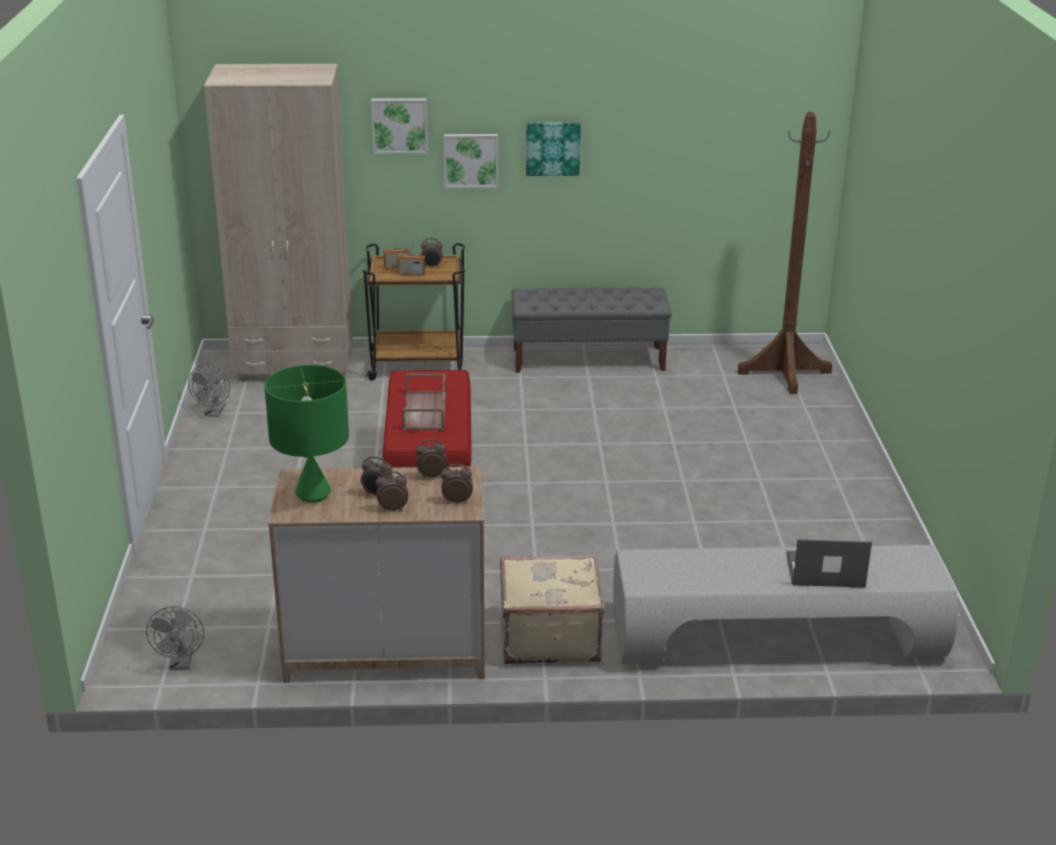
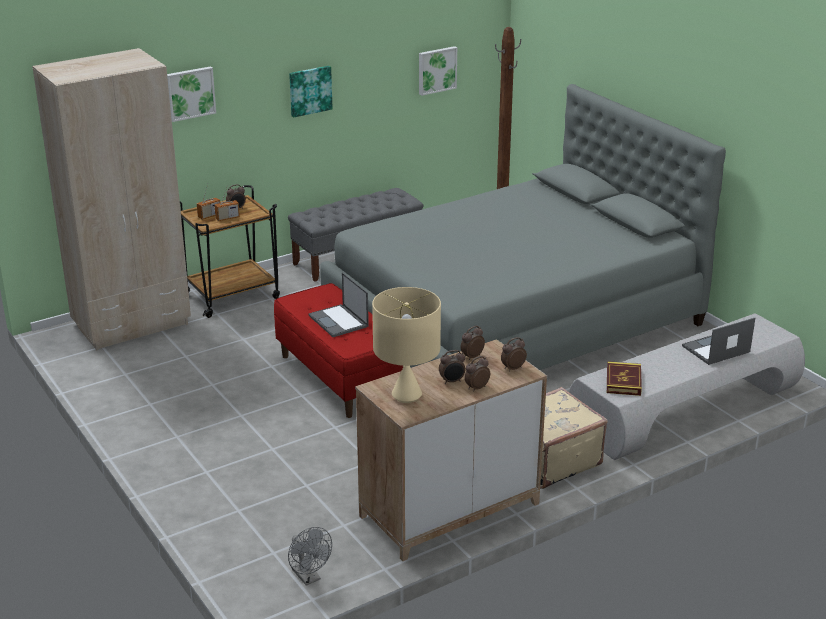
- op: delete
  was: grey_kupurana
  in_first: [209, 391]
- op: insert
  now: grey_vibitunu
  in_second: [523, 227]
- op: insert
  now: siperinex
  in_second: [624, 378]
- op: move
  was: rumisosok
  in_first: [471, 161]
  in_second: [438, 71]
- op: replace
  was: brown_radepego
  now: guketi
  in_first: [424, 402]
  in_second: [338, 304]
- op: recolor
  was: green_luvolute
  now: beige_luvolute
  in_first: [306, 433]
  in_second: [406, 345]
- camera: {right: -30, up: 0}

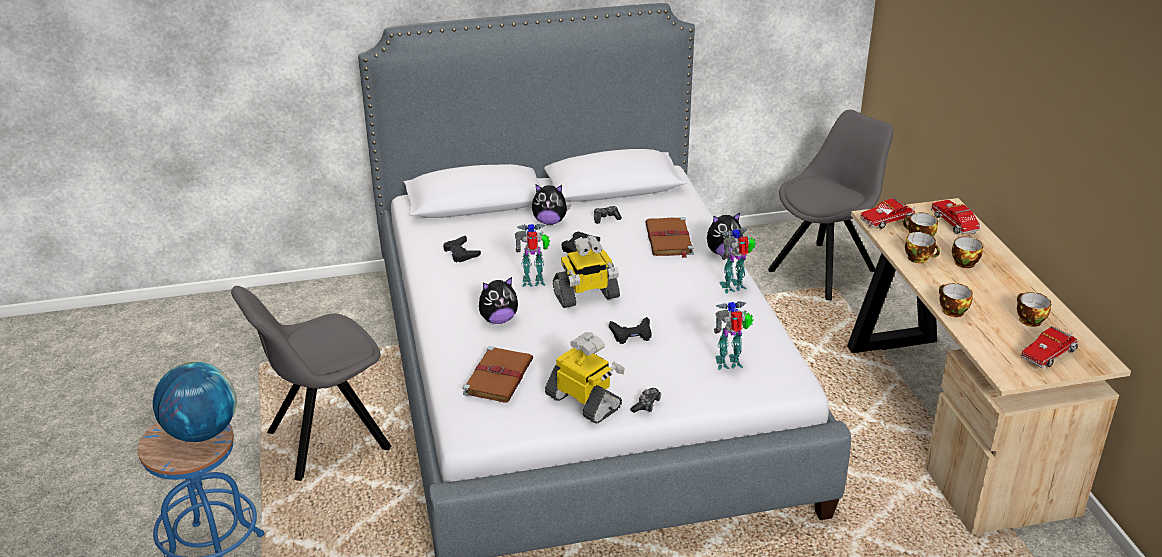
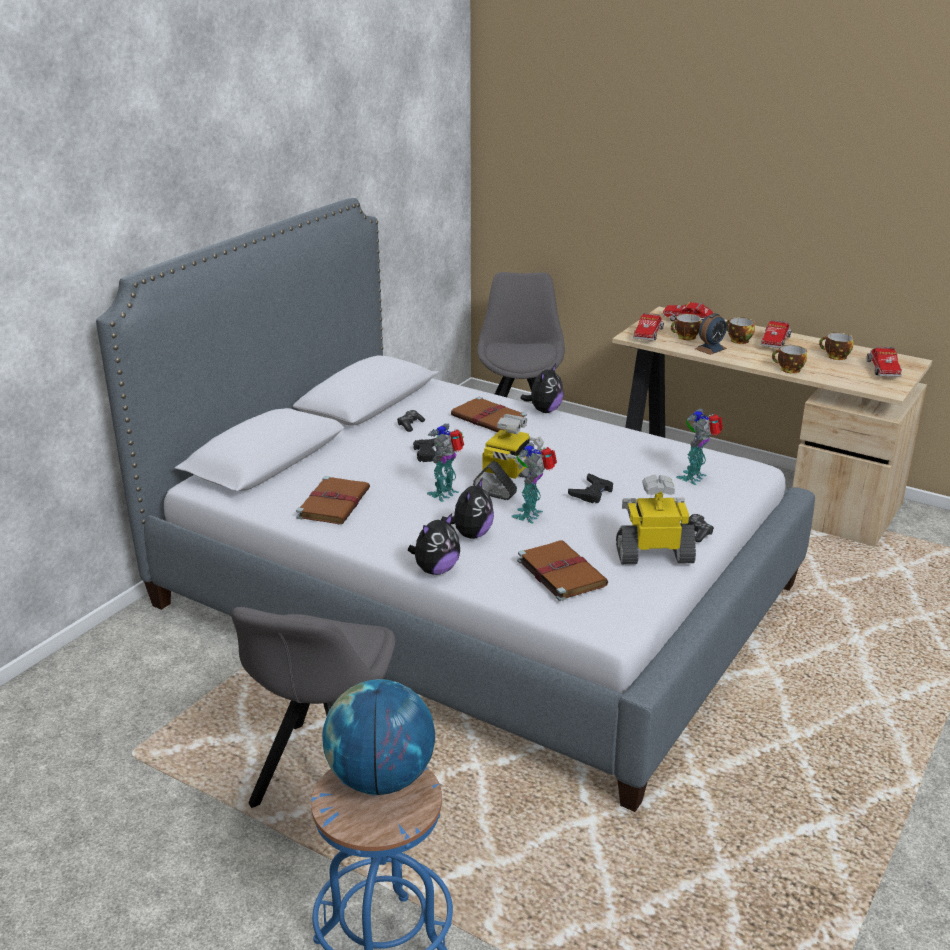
- op: insert
  now: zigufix
  in_second: [775, 334]
- op: move
  was: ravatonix
  in_first: [551, 204]
  in_second: [434, 544]
- op: move
  was: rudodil
  in_first: [738, 261]
  in_second: [534, 483]
- op: replace
  was: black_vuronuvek
  now: brown_siperinex
  in_first: [462, 249]
  in_second: [333, 500]
- op: replace
  was: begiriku
  now: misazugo
  in_first: [922, 248]
  in_second: [711, 334]
- camera: {right: -45, up: -5}

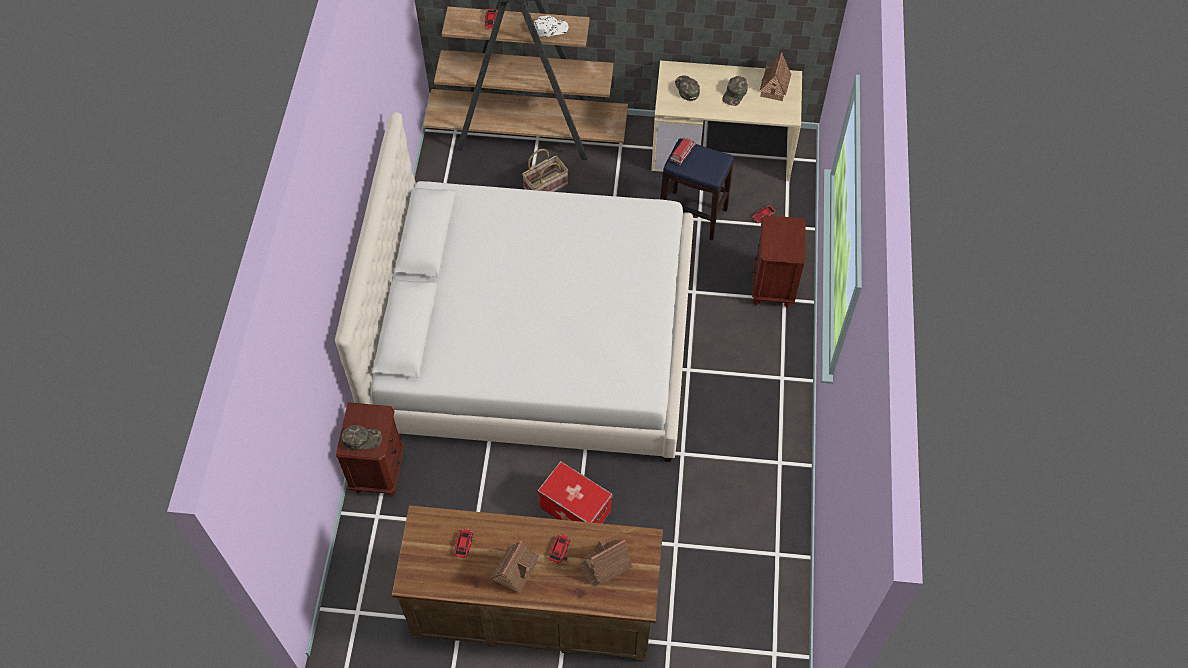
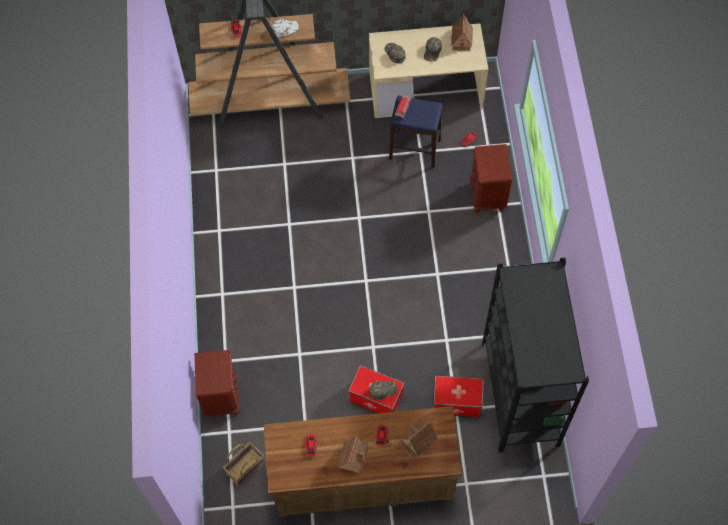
- op: delete
  was: white_vibitunu
  in_first: [514, 287]
- op: insert
  now: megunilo
  in_second: [458, 396]
- op: insert
  now: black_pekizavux
  in_second: [535, 355]
- op: move
  was: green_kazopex
  in_first: [361, 438]
  in_second: [383, 390]
- op: move
  was: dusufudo
  in_first: [545, 170]
  in_second: [244, 464]
- camera: {right: -10, up: 5}

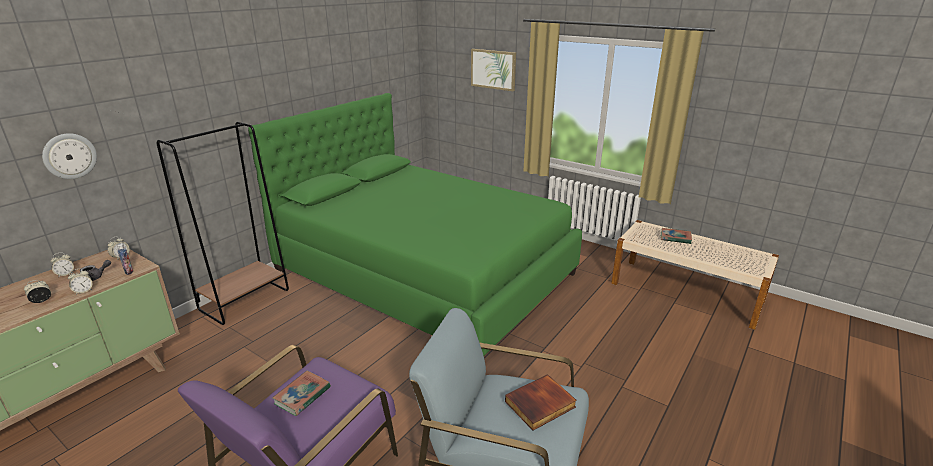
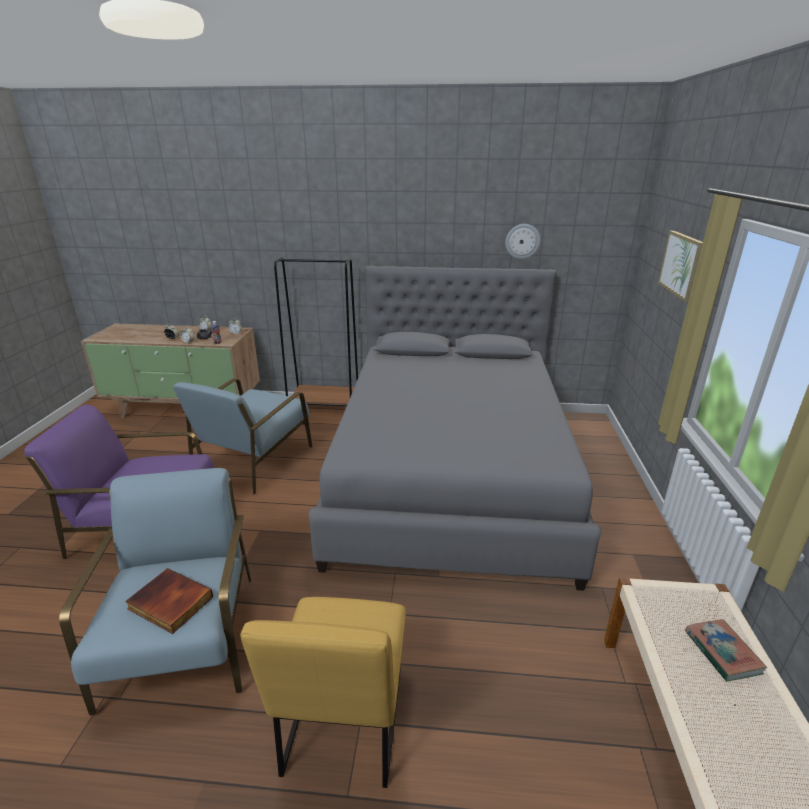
- op: delete
  was: siperinex
  in_first: [301, 393]
- op: insert
  now: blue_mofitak
  in_second: [242, 436]
- op: insert
  now: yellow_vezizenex
  in_second: [323, 692]
- op: move
  was: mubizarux
  in_first: [69, 156]
  in_second: [523, 241]
- op: recolor
  was: green_vibitunu
  now: grey_vibitunu
  in_first: [415, 224]
  in_second: [455, 428]
- camera: {right: 60, up: 0}

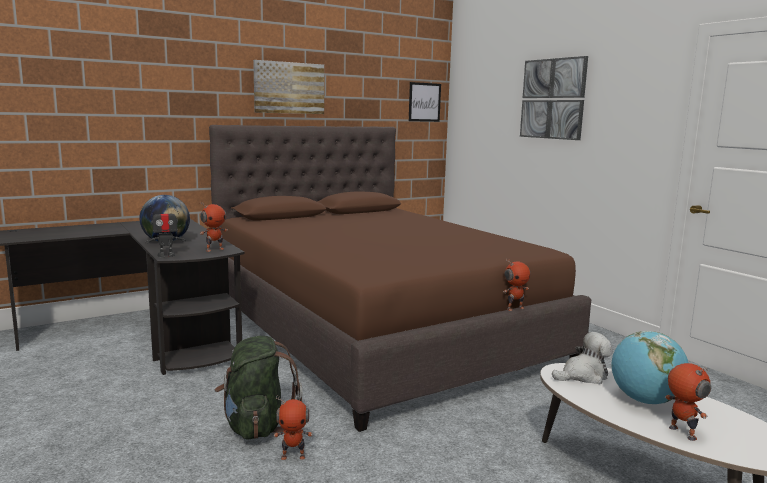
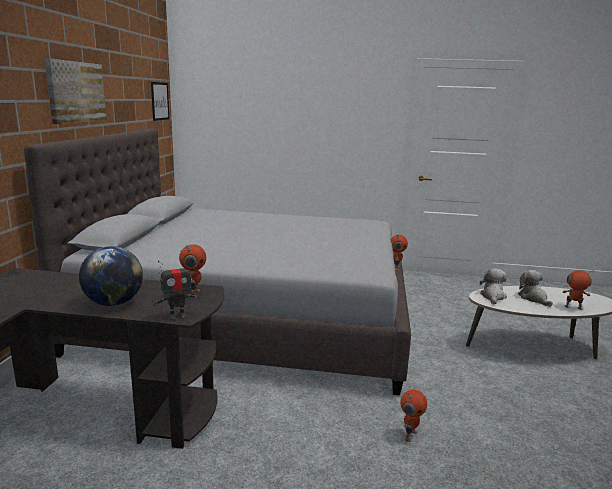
- op: delete
  was: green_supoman
  in_first: [258, 387]
- op: delete
  was: rumisosok
  in_first: [554, 98]
- op: replace
  was: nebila
  now: ravatonix
  in_first: [650, 367]
  in_second: [535, 288]
- op: recolor
  was: brown_vibitunu
  now: grey_vibitunu
  in_first: [400, 278]
  in_second: [217, 261]
- op: rotate
  was: rudodil
  in_first: [165, 231]
  in_second: [176, 289]
  clockwise: 45
- camera: {right: -50, up: 5}

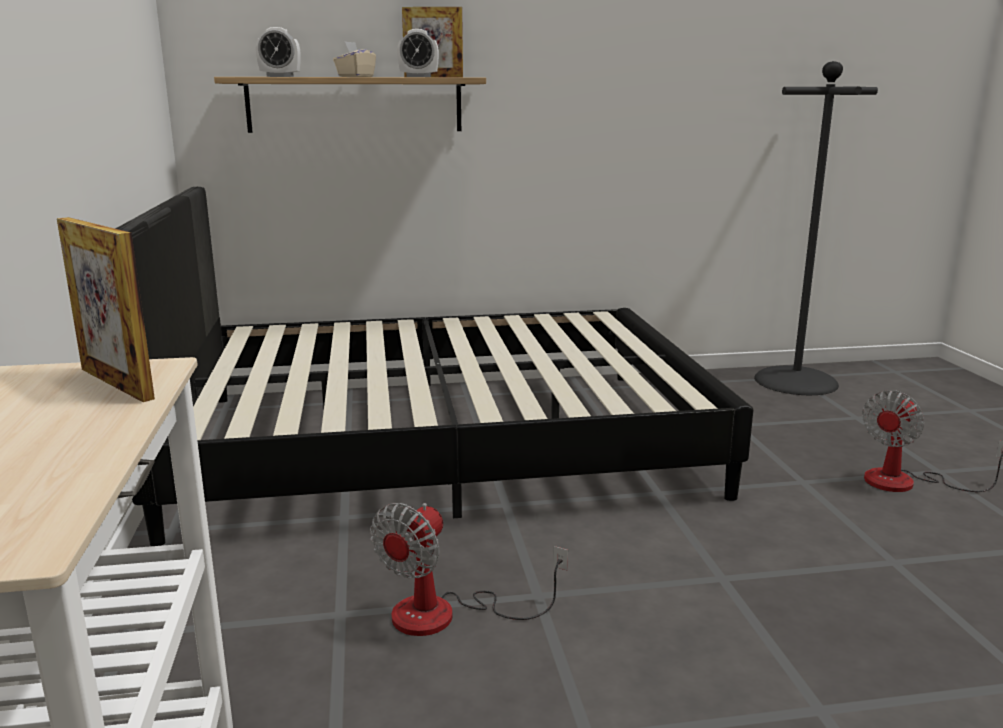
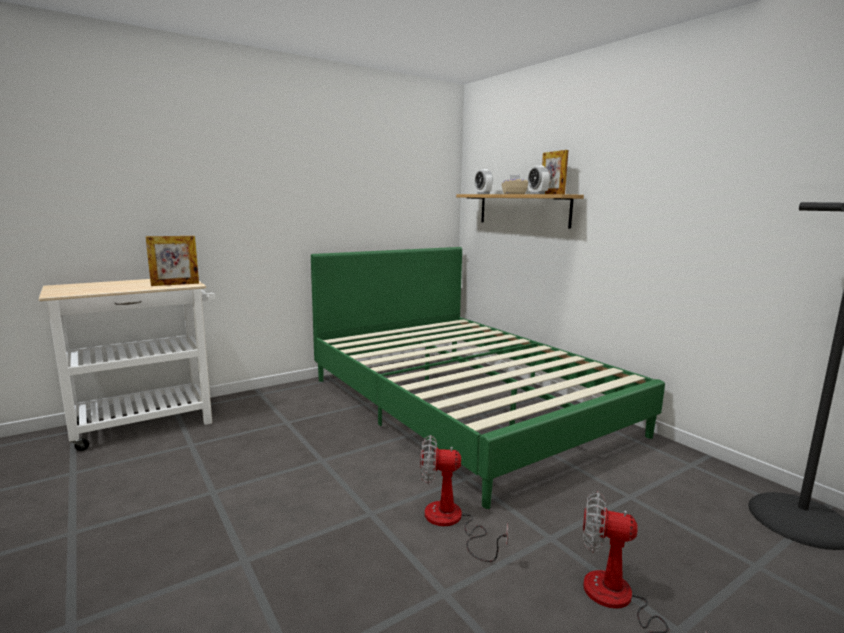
- op: move
  was: kupurana
  in_first: [469, 569]
  in_second: [464, 498]
- op: recolor
  was: black_vibitunu
  now: green_vibitunu
  in_first: [434, 366]
  in_second: [488, 378]
- op: rotate
  was: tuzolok
  in_first: [106, 309]
  in_second: [172, 261]
  clockwise: -135
- camera: {right: 65, up: -5}

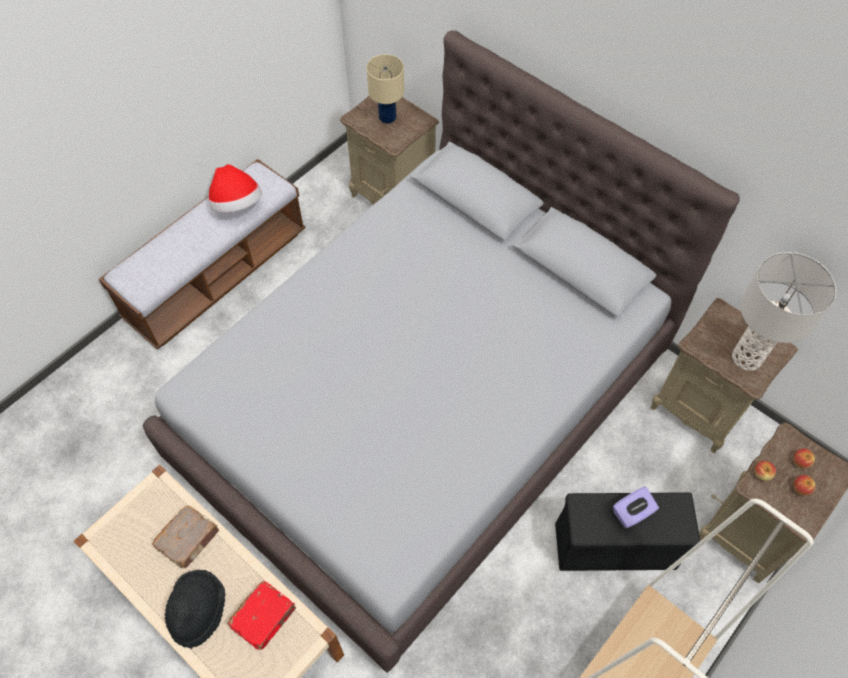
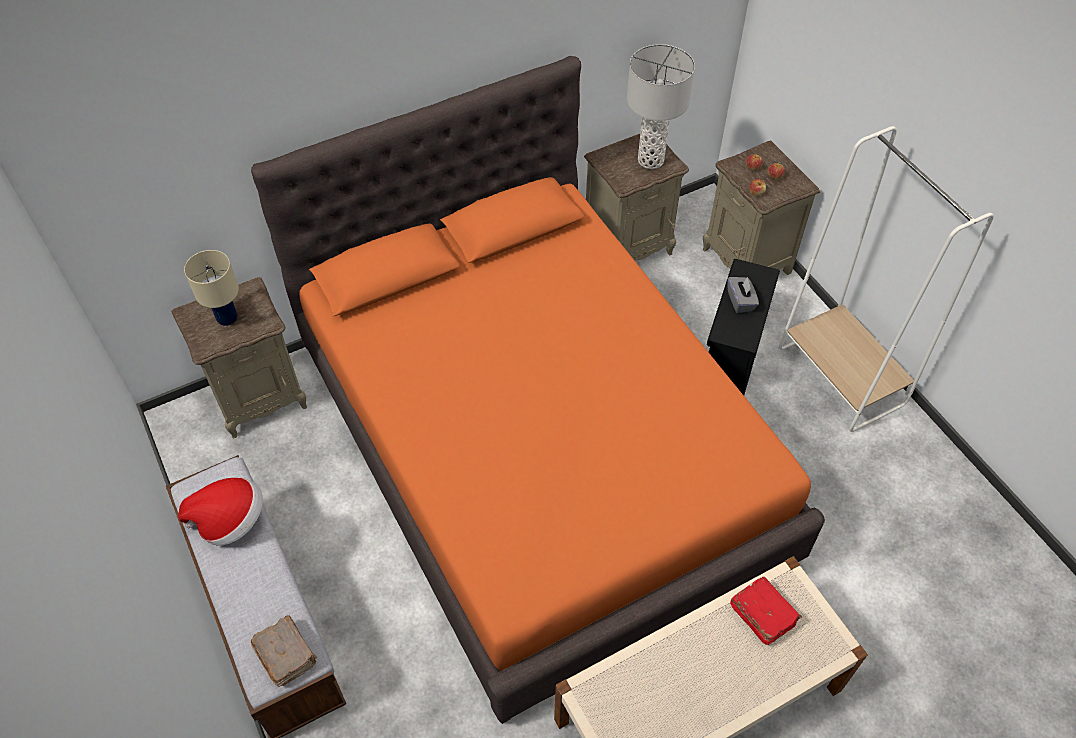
- op: delete
  was: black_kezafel
  in_first: [195, 609]
- op: move
  was: brown_siperinex
  in_first: [185, 536]
  in_second: [283, 651]
- op: recolor
  was: grey_vibitunu
  now: orange_vibitunu
  in_first: [441, 351]
  in_second: [538, 390]
- op: recolor
  was: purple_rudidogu
  now: grey_rudidogu
  in_first: [636, 507]
  in_second: [743, 295]
- camera: {right: -70, up: -5}

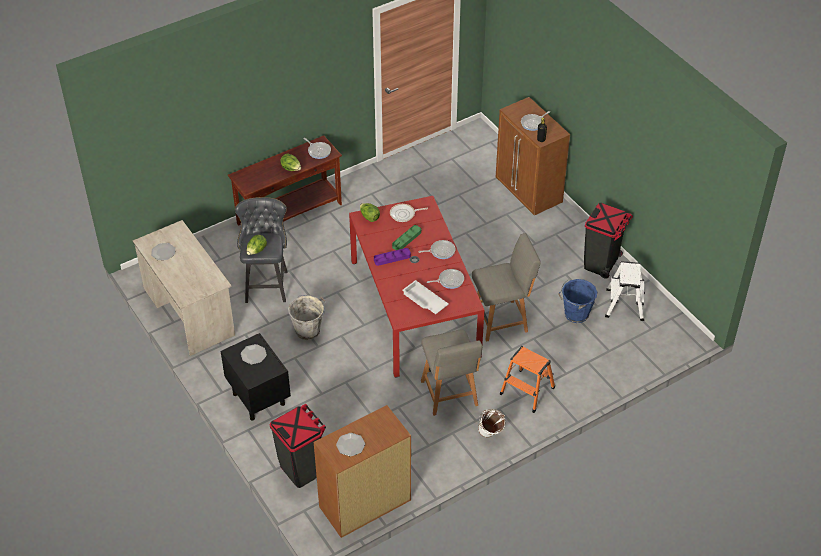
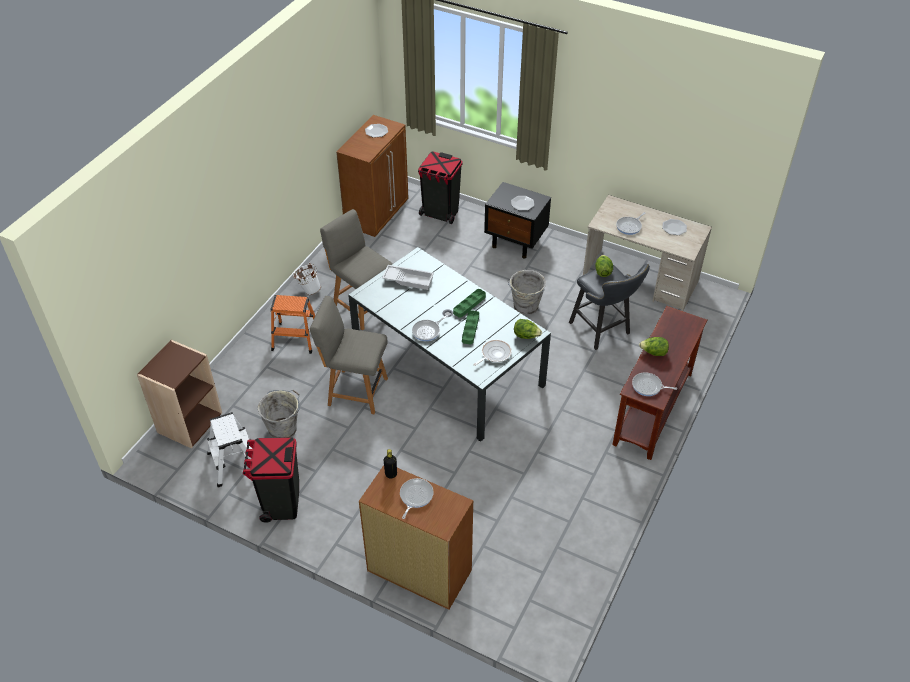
- op: insert
  now: brown_pekizavux
  in_second: [179, 394]
- op: move
  was: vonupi
  in_first: [445, 279]
  in_second: [631, 223]
- op: recolor
  was: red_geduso
  now: grey_geduso
  in_first: [416, 287]
  in_second: [449, 344]
- op: recolor
  was: purple_radepego
  now: green_radepego
  in_first: [392, 257]
  in_second: [469, 303]
- op: recolor
  was: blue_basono
  now: grey_basono
  in_first: [577, 301]
  in_second: [278, 414]
- op: rotate
  was: grey_vezizenex
  in_first: [506, 287]
  in_second: [349, 355]
  clockwise: 60
- camera: {right: 150, up: 0}

